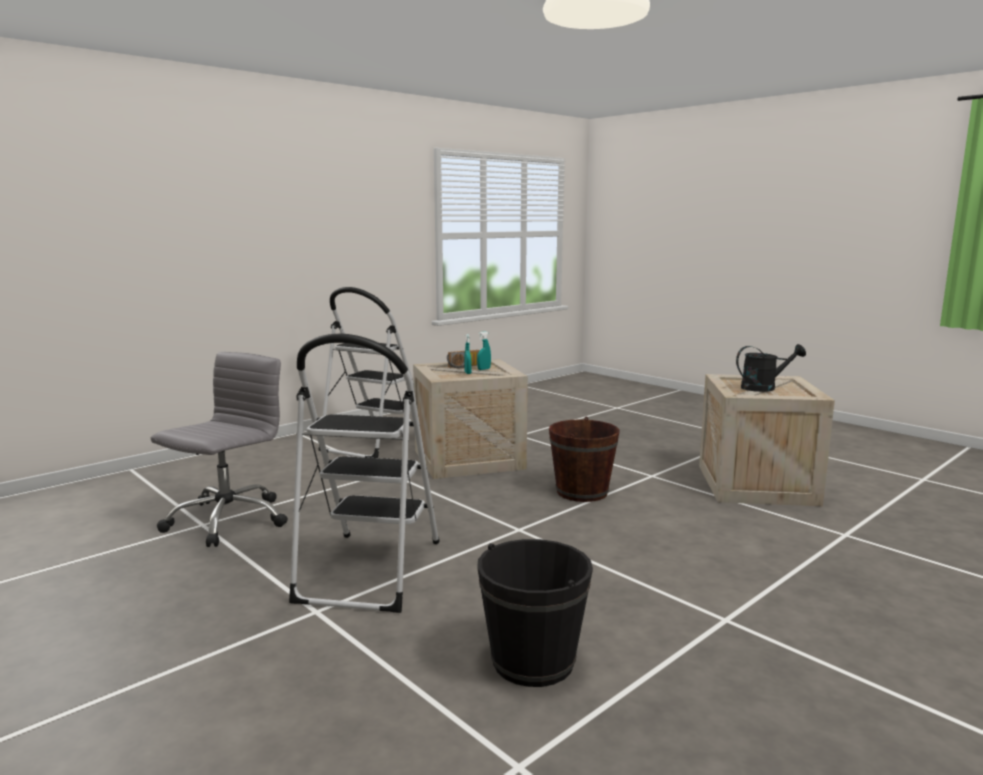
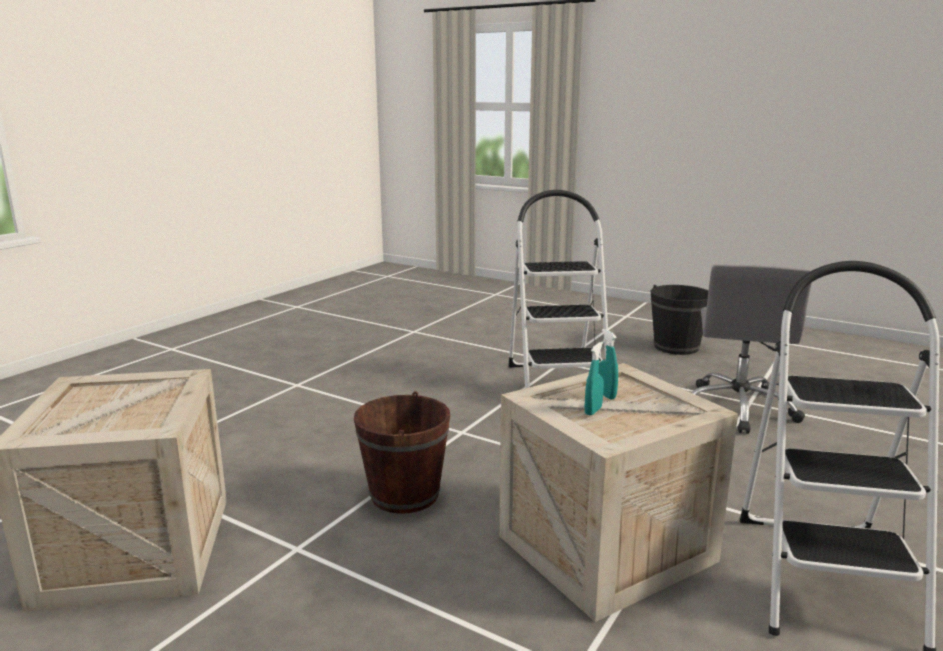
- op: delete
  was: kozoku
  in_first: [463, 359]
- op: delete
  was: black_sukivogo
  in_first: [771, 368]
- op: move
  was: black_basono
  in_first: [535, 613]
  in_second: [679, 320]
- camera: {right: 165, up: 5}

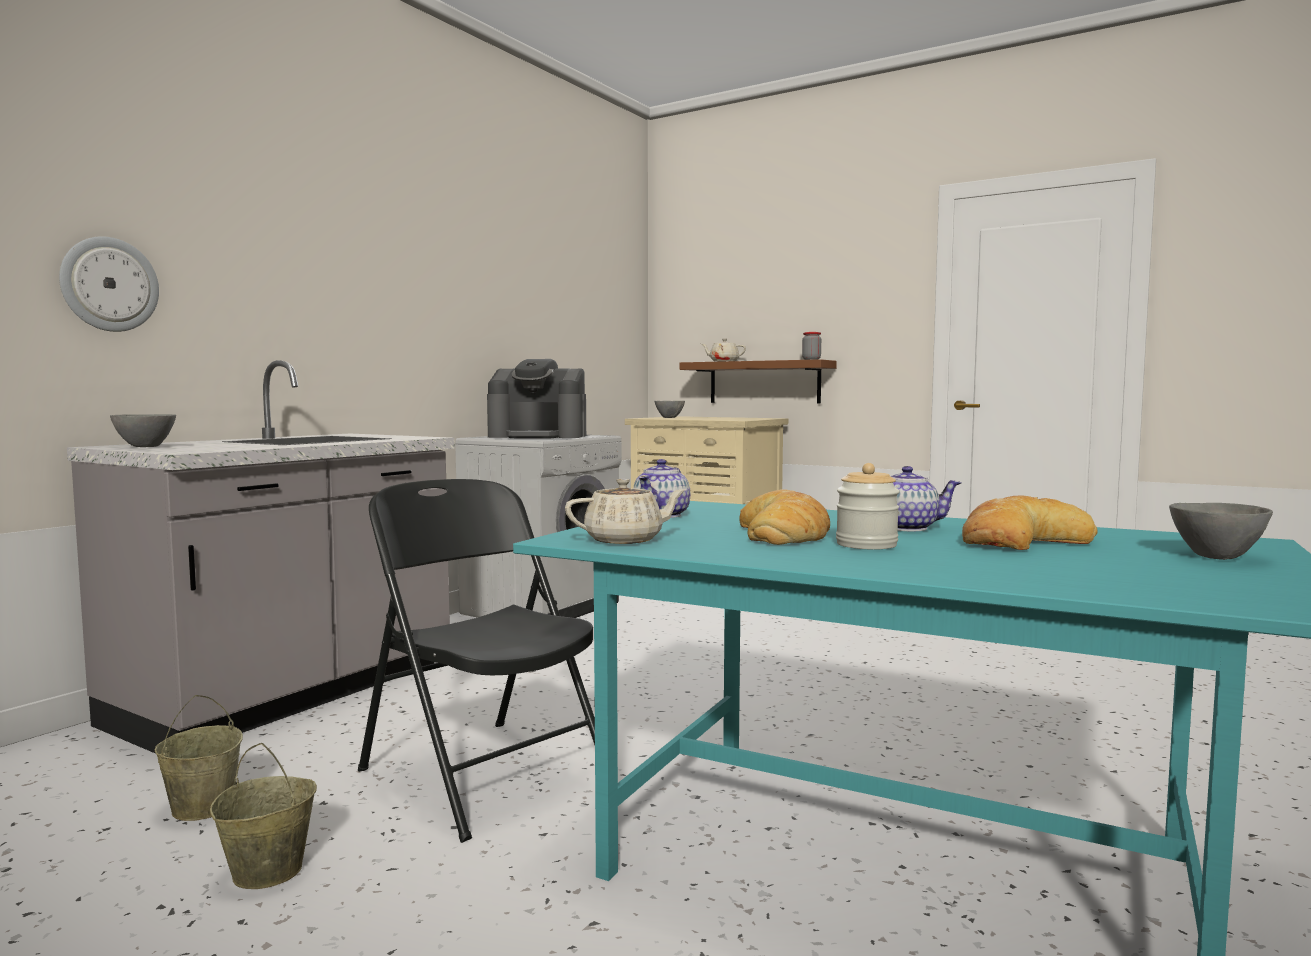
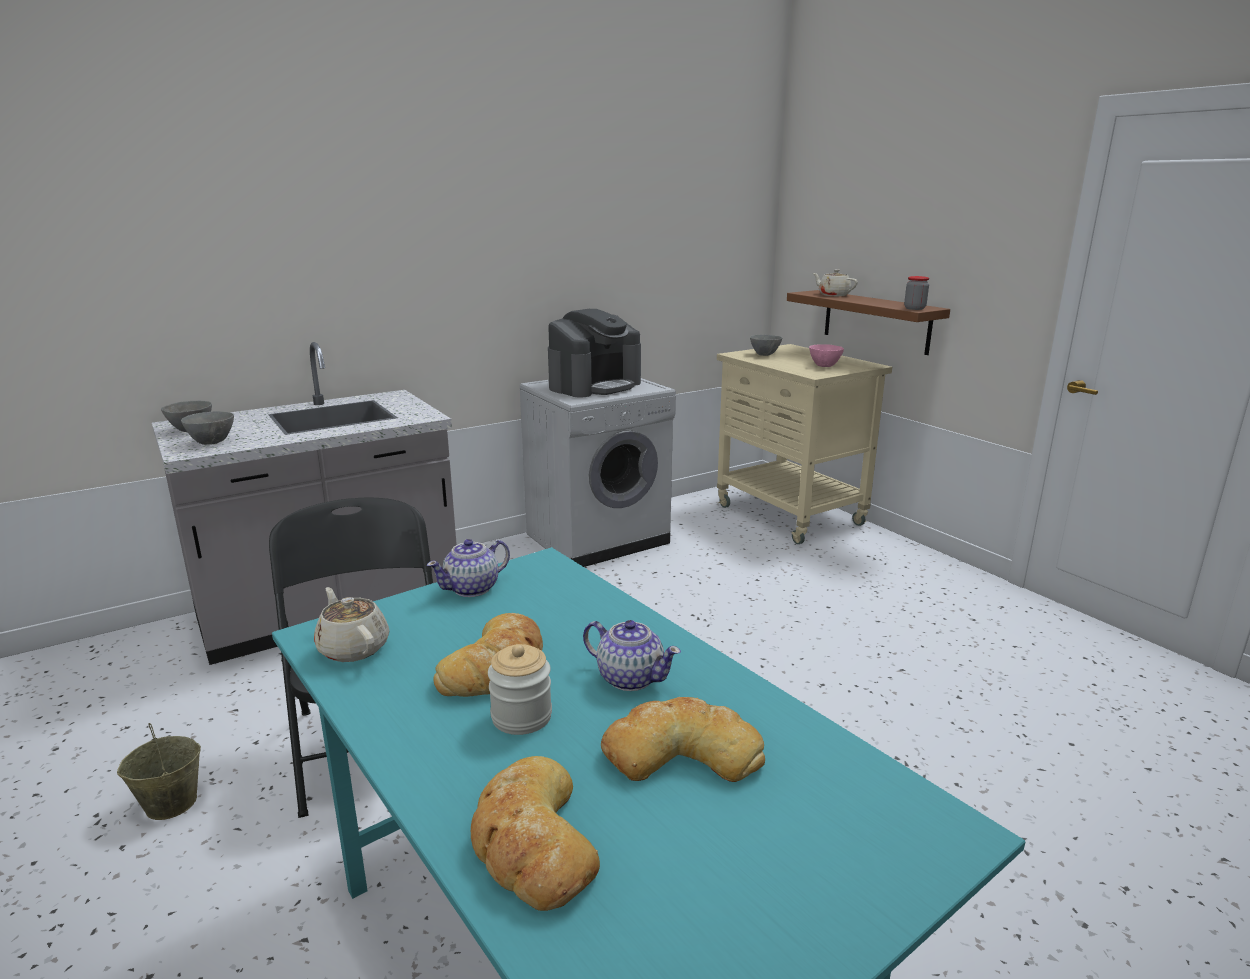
- op: delete
  was: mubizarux
  in_first: [109, 284]
- op: delete
  was: beige_basono
  in_first: [199, 758]
- op: insert
  now: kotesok
  in_second: [535, 833]
- op: insert
  now: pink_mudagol
  in_second: [826, 355]
- op: move
  was: grey_mudagol
  in_first: [1221, 531]
  in_second: [207, 428]
- op: rotate
  was: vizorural
  in_first: [536, 399]
  in_second: [594, 353]
  clockwise: -75
- op: rotate
  was: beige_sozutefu
  in_first: [626, 511]
  in_second: [352, 624]
  clockwise: -135
- camera: {right: 25, up: 15}

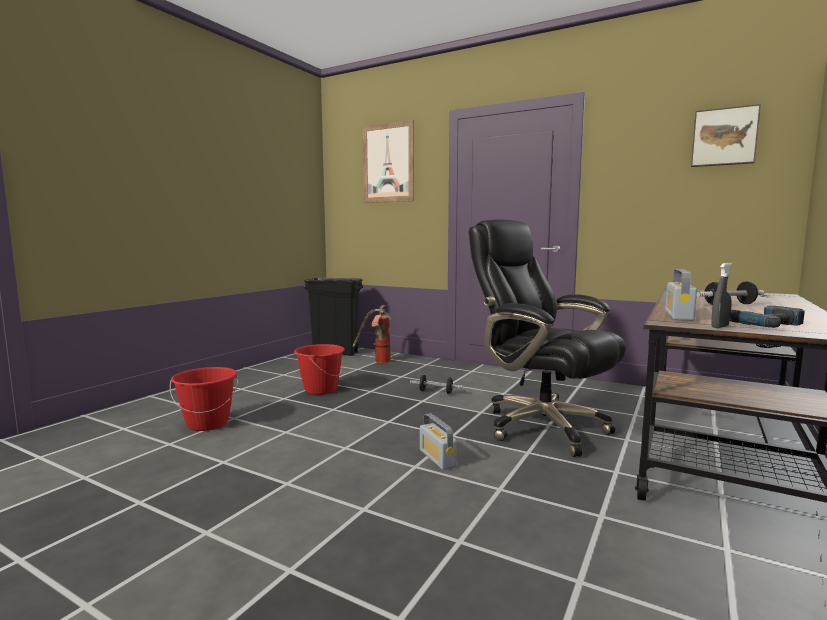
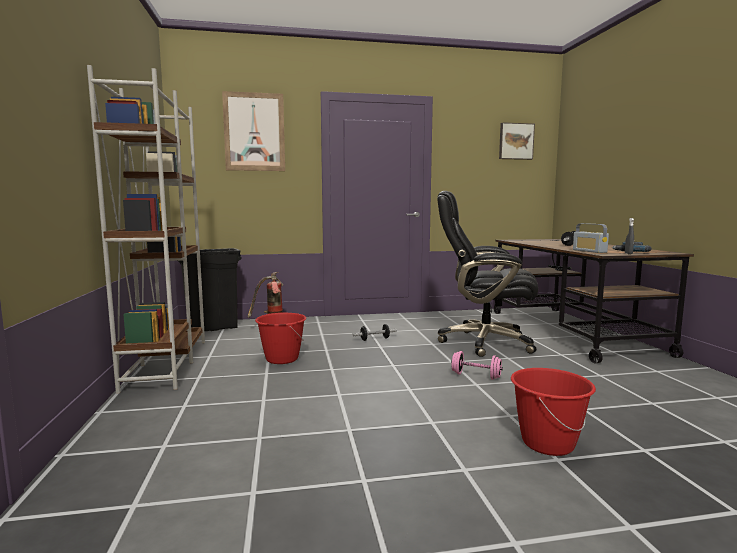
- op: insert
  now: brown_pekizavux
  in_second: [146, 229]
- op: move
  was: red_basono
  in_first: [204, 399]
  in_second: [553, 412]
- op: replace
  was: kozoku
  now: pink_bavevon
  in_first: [438, 441]
  in_second: [477, 365]
- camera: {right: -40, up: 0}

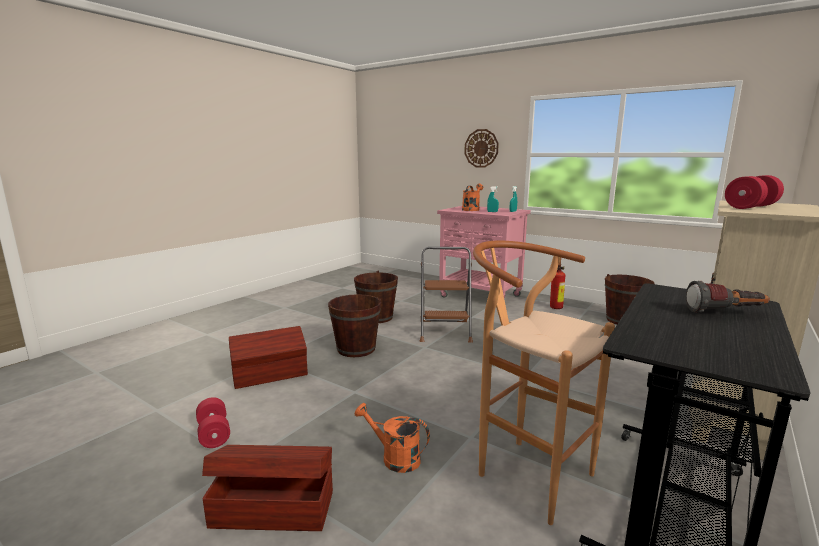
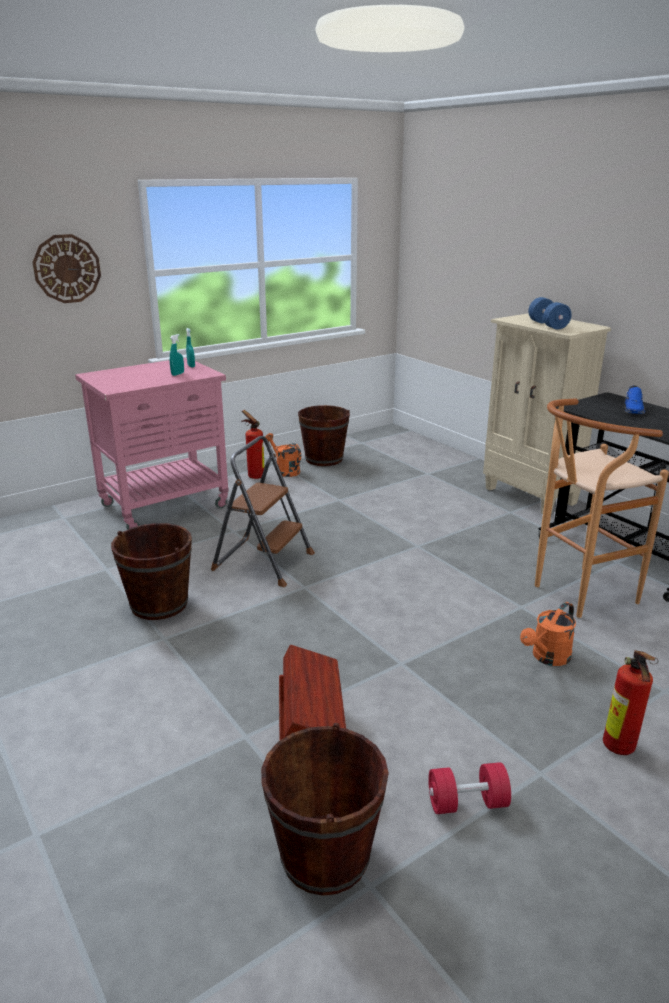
- op: move
  was: brown_basono
  in_first: [354, 325]
  in_second: [325, 809]
- op: move
  was: orange_sukivogo
  in_first: [472, 197]
  in_second: [283, 455]
- op: replace
  was: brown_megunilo
  now: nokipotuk
  in_first: [267, 488]
  in_second: [630, 702]
- op: replace
  was: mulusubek
  now: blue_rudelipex
  in_first: [728, 297]
  in_second: [635, 399]
- op: recolor
  was: red_bavevon
  now: blue_bavevon
  in_first: [754, 192]
  in_second: [549, 313]
- camera: {right: -70, up: 10}

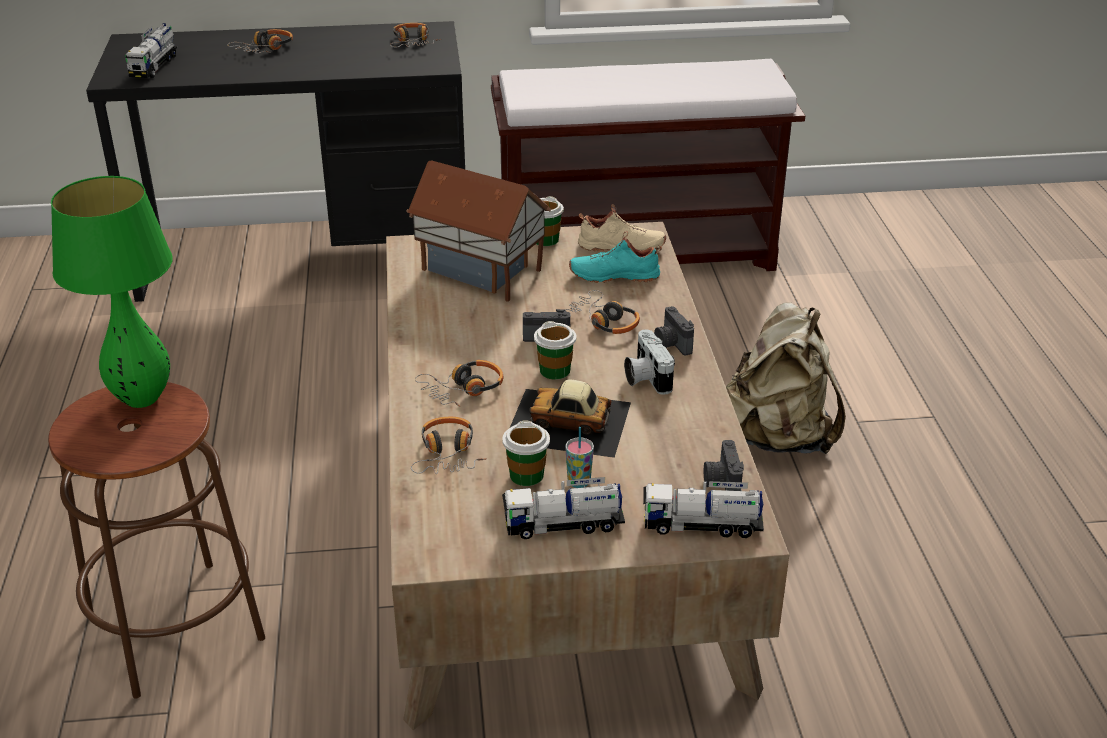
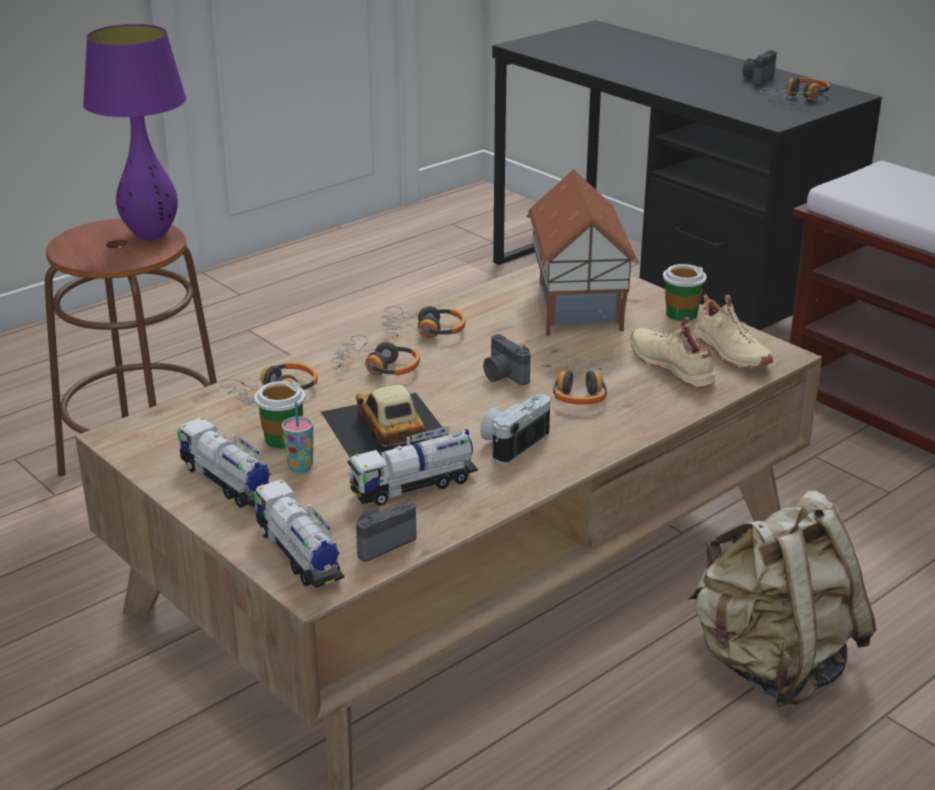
- op: delete
  was: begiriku
  in_first: [555, 350]
- op: move
  was: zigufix
  in_first: [151, 50]
  in_second: [412, 466]
- op: move
  was: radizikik
  in_first: [260, 41]
  in_second: [423, 322]
- op: move
  was: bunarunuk
  in_first: [674, 330]
  in_second: [760, 67]
- op: recolor
  was: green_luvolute
  now: purple_luvolute
  in_first: [112, 292]
  in_second: [134, 132]
- op: recolor
  was: turquoise_rudelipex
  now: beige_rudelipex
  in_first: [615, 257]
  in_second: [673, 353]
- camera: {right: 55, up: -5}

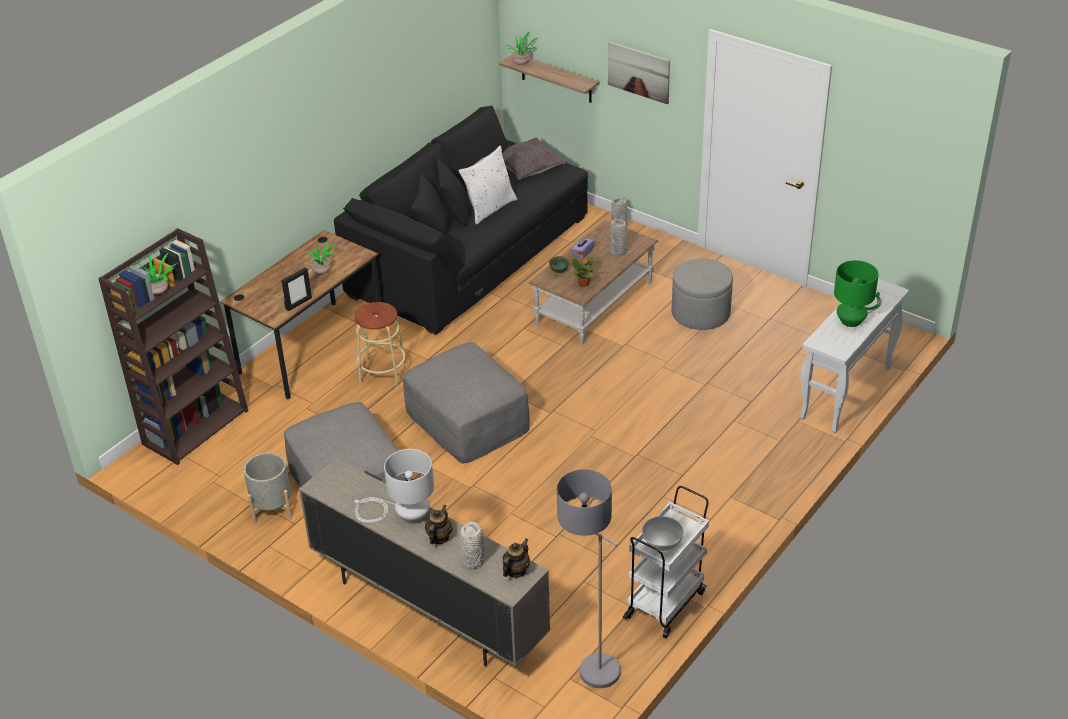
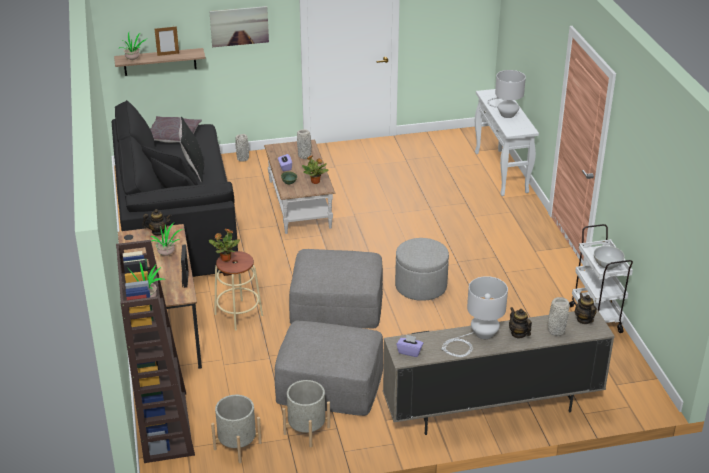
- op: delete
  was: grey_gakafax
  in_first: [588, 578]
- op: insert
  now: sozutefu
  in_second: [157, 222]
- op: insert
  now: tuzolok
  in_second: [167, 41]
- op: insert
  now: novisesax
  in_second: [224, 245]
- op: insert
  now: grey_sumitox
  in_second: [236, 429]
- op: insert
  now: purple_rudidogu
  in_second: [410, 345]
- op: move
  was: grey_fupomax
  in_first: [702, 294]
  in_second: [422, 269]
- op: recolor
  was: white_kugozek
  now: black_kugozek
  in_first: [487, 185]
  in_second: [191, 149]
- op: recolor
  was: green_luvolute
  now: grey_luvolute
  in_first: [858, 293]
  in_second: [506, 94]
- camera: {right: -50, up: -5}

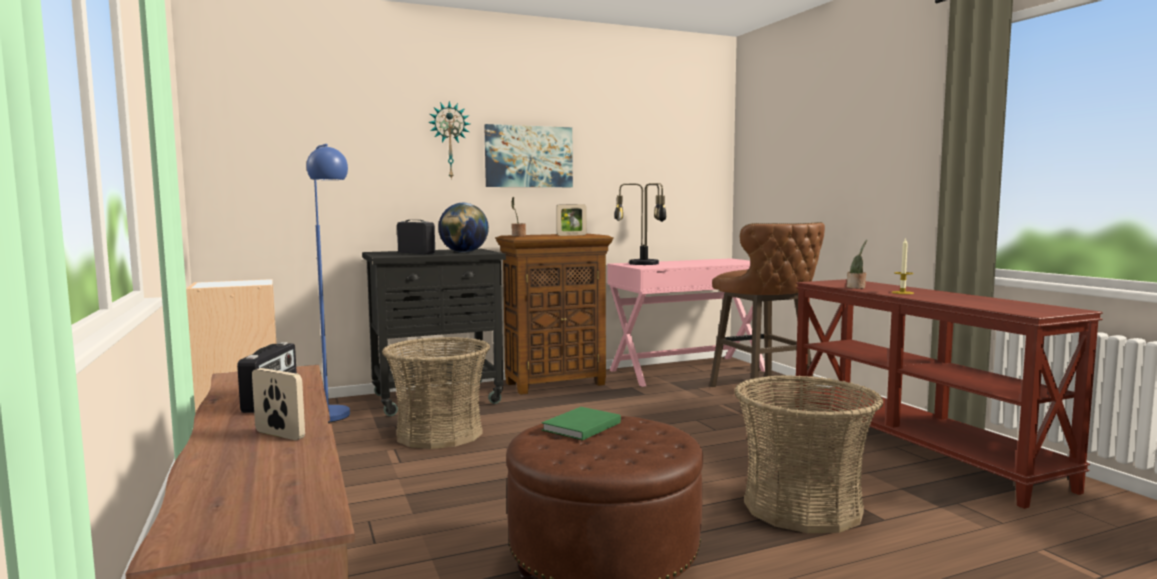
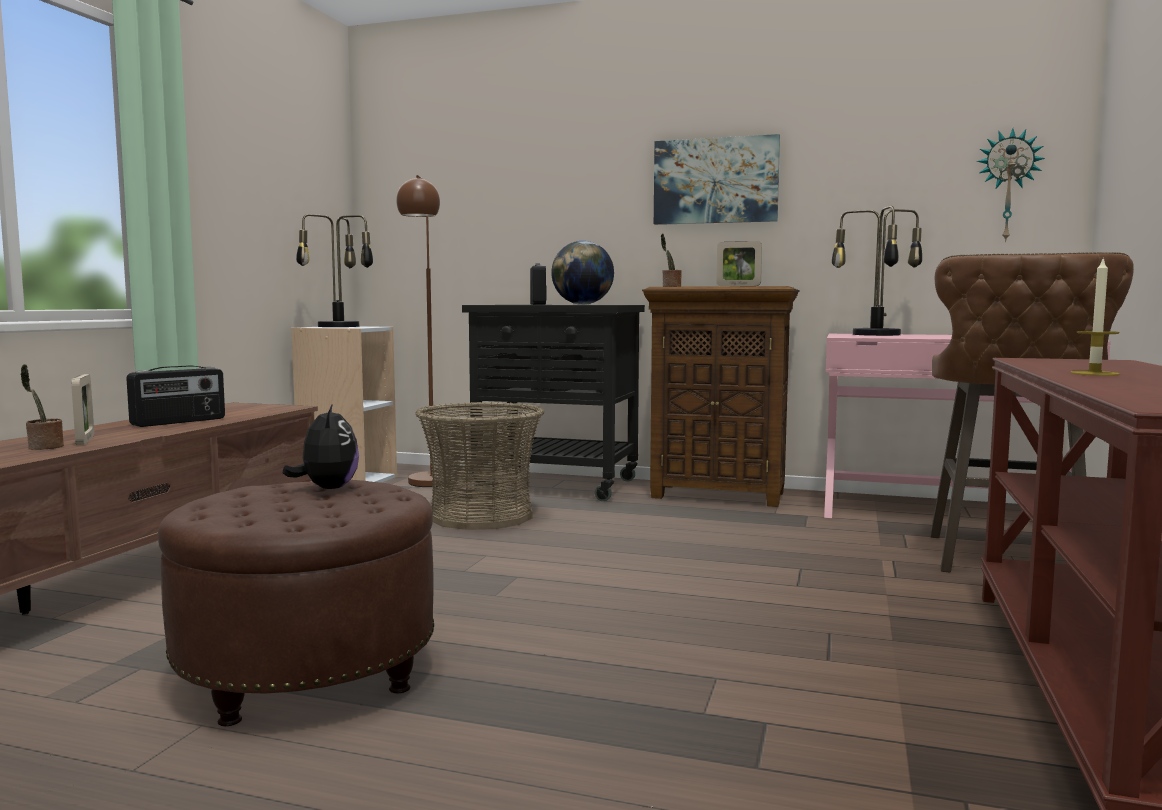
- op: delete
  was: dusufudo
  in_first: [808, 454]
- op: insert
  now: luvolute
  in_second: [334, 270]
- op: move
  was: mubizarux
  in_first: [449, 140]
  in_second: [1011, 185]
- op: move
  was: novisesax
  in_first: [857, 264]
  in_second: [42, 407]
- op: replace
  was: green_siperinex
  now: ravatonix
  in_first: [581, 424]
  in_second: [321, 446]
- op: recolor
  was: blue_gakafax
  now: brown_gakafax
  in_first: [328, 283]
  in_second: [426, 331]
- camera: {right: 40, up: 0}

